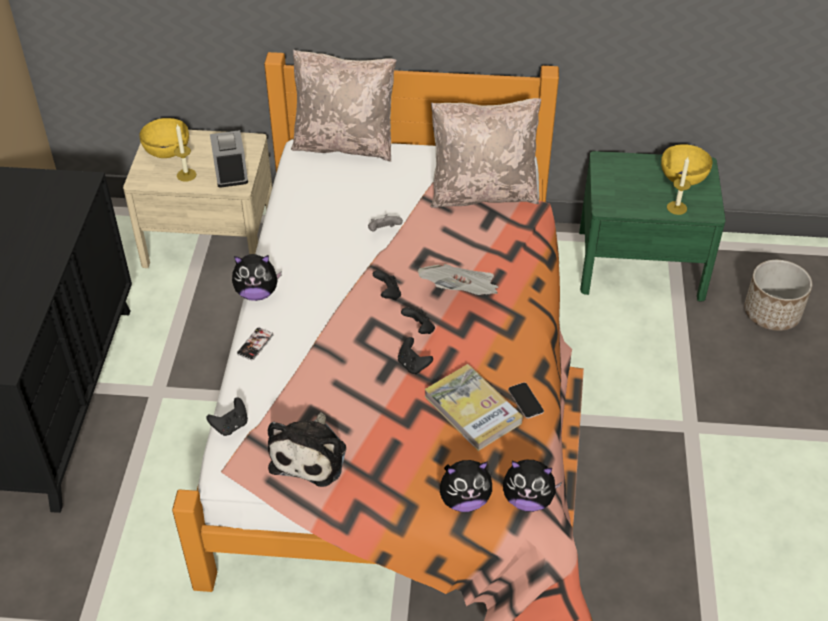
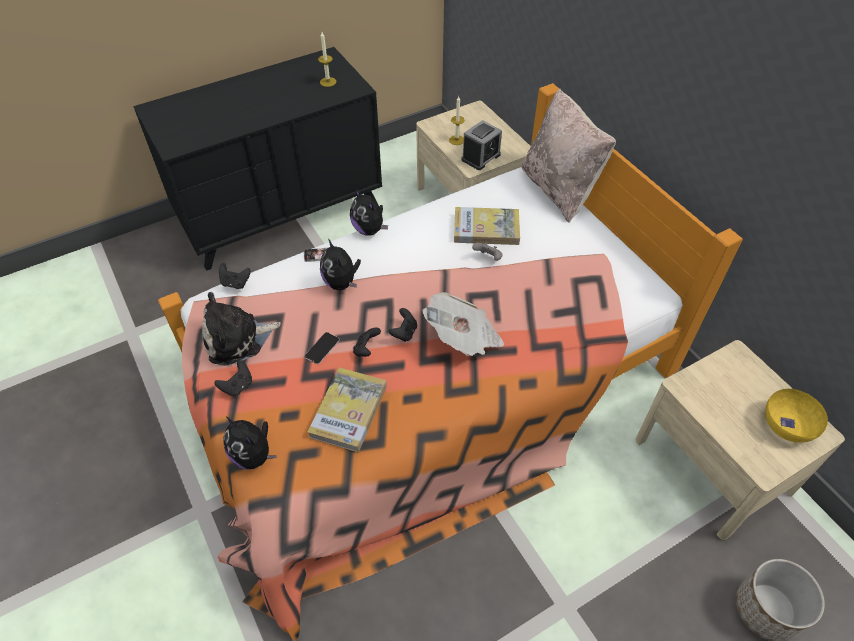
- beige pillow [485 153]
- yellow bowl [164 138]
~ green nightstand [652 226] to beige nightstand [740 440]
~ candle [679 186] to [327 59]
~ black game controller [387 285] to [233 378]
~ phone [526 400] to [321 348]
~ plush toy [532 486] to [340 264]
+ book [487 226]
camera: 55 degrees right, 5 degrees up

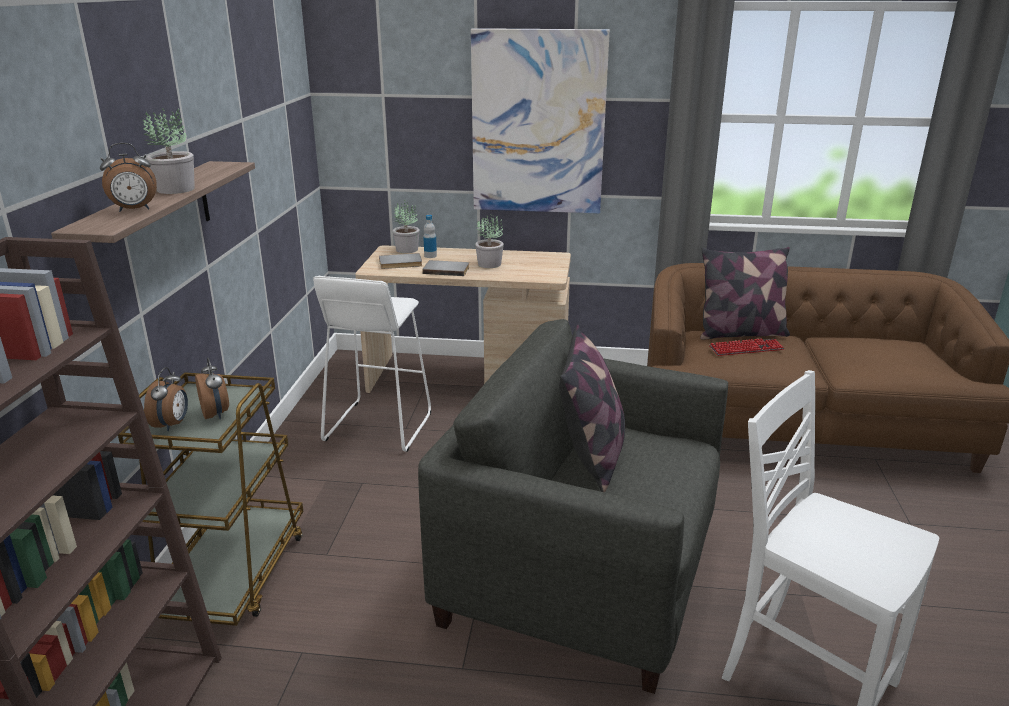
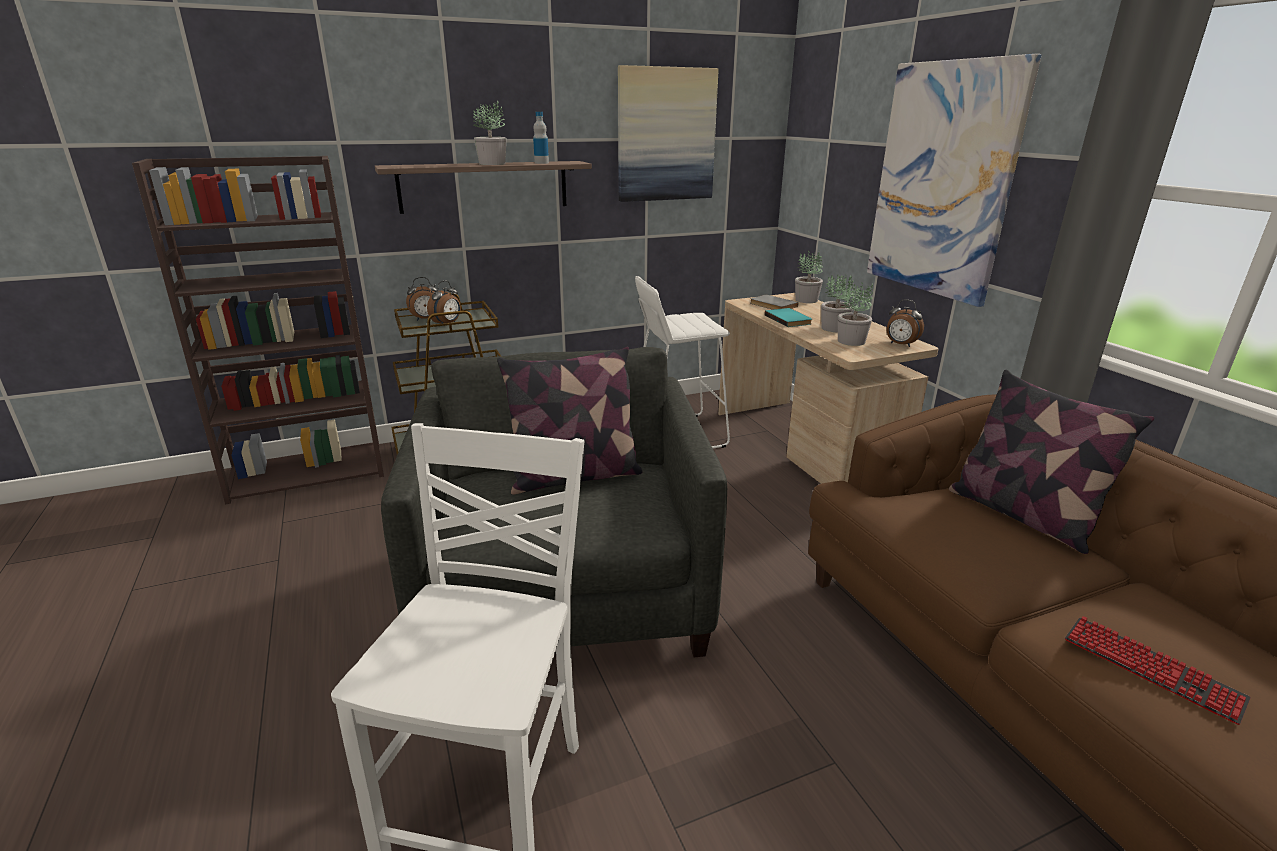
~ alarm clock [128 177] to [905 323]
~ bottle [430 236] to [541 138]
~ grey book [445 268] to turquoise book [788 317]
~ keyboard [746 347] to [1158 670]
+ picture [668 133]
+ potted plant [855 314]
camera: 60 degrees right, 0 degrees up

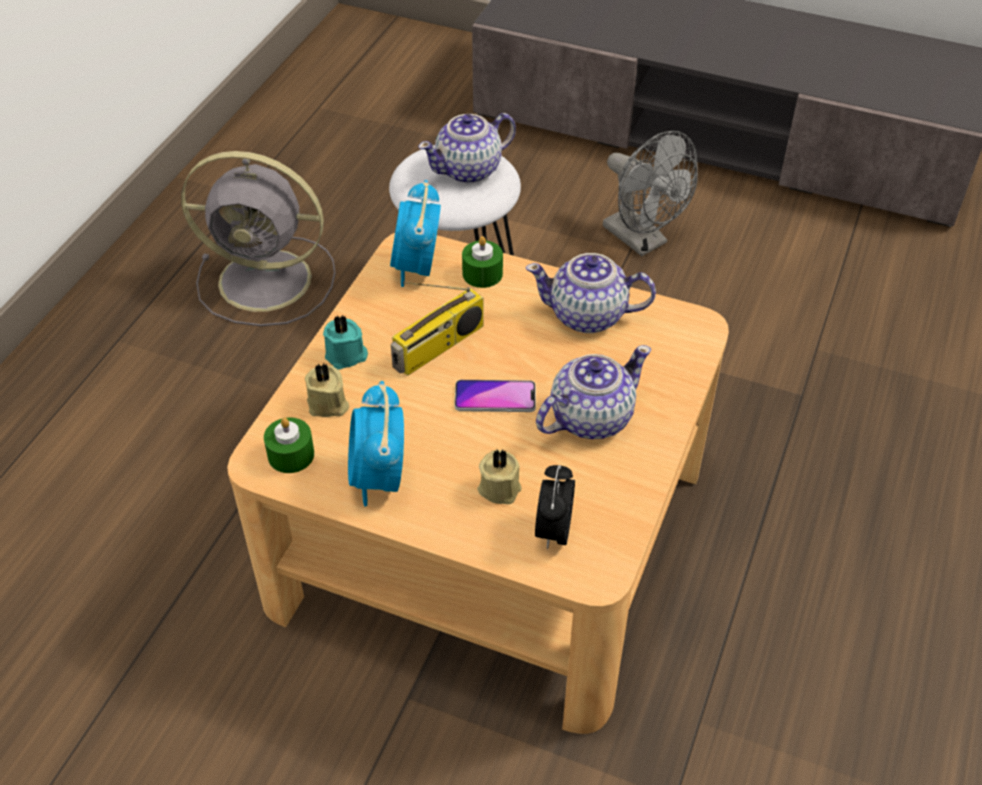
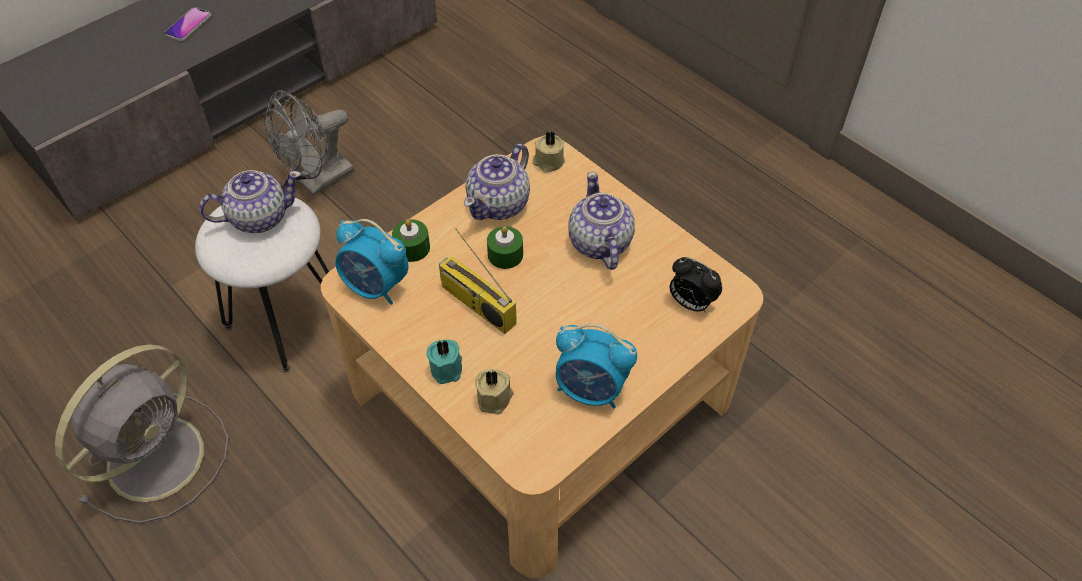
~ teapot [467 148] = [250 201] 105 degrees counterclockwise
~ grey fan [650 193] = [309 143] 150 degrees clockwise
~ radio [437 329] = [478 281] 150 degrees clockwise
~ phone [495 396] to [188 24]
~ green candle [289 445] to [505 247]
~ beige candle [499 477] to [548 152]
camera: 65 degrees left, 5 degrees up

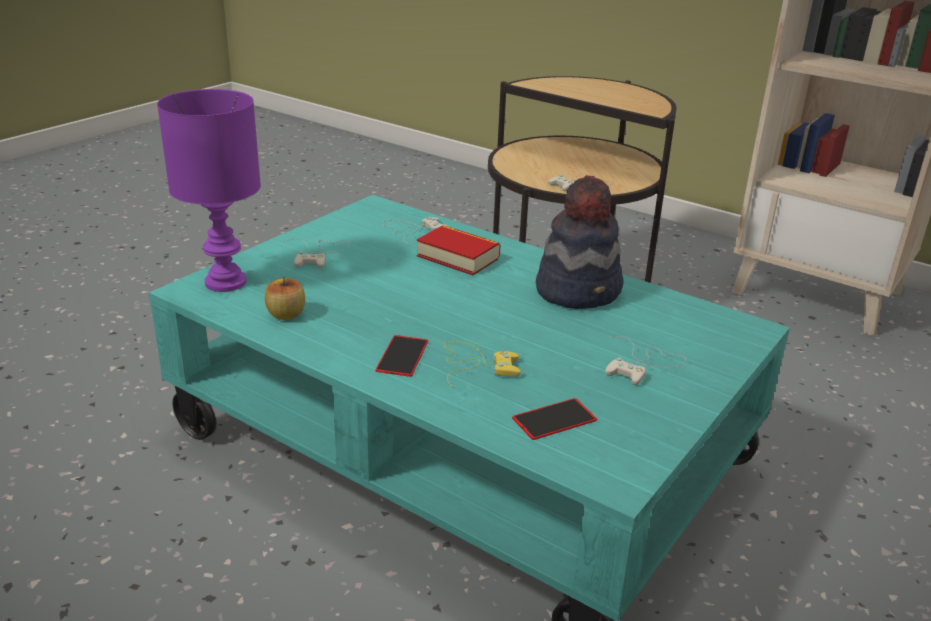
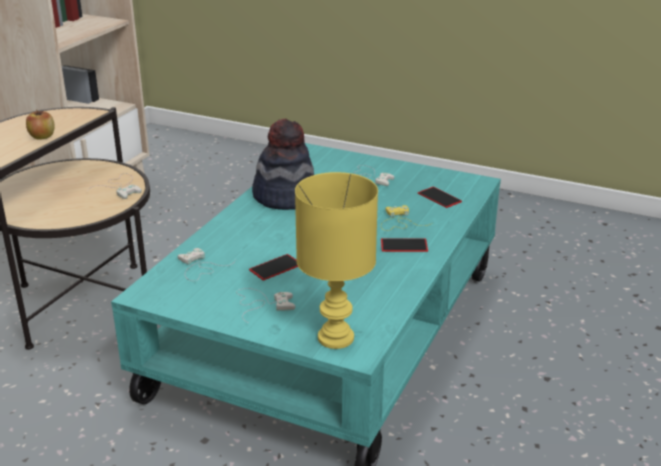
~ purple table lamp [209 190] to yellow table lamp [336 260]
- book [459 250]
~ apple [285 298] to [40 124]
+ phone [273 267]
camera: 100 degrees left, 0 degrees up

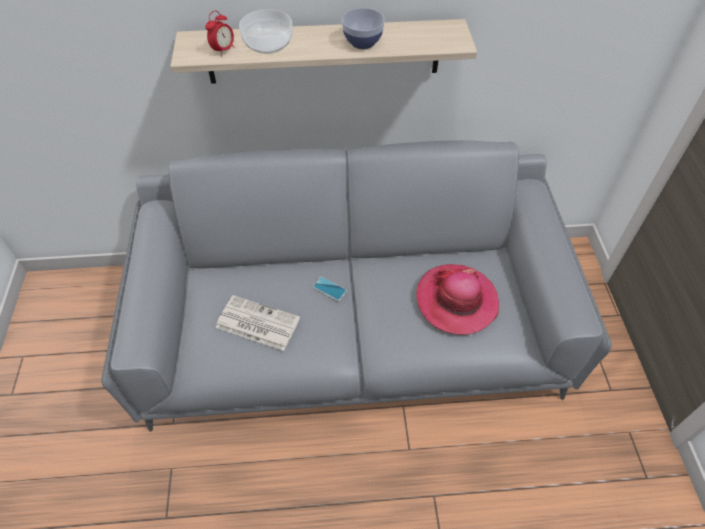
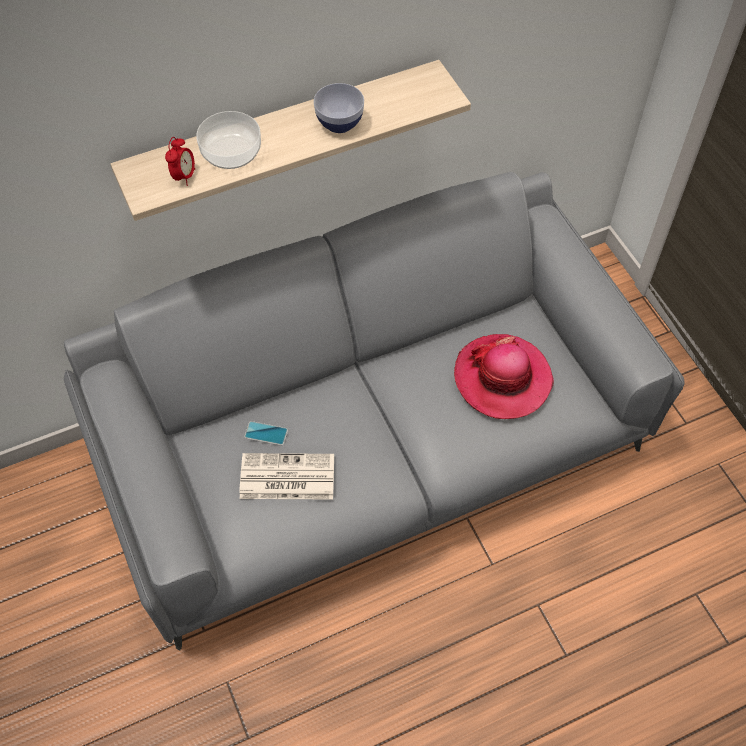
~ phone [330 289] to [266 433]
camera: 20 degrees left, 5 degrees up

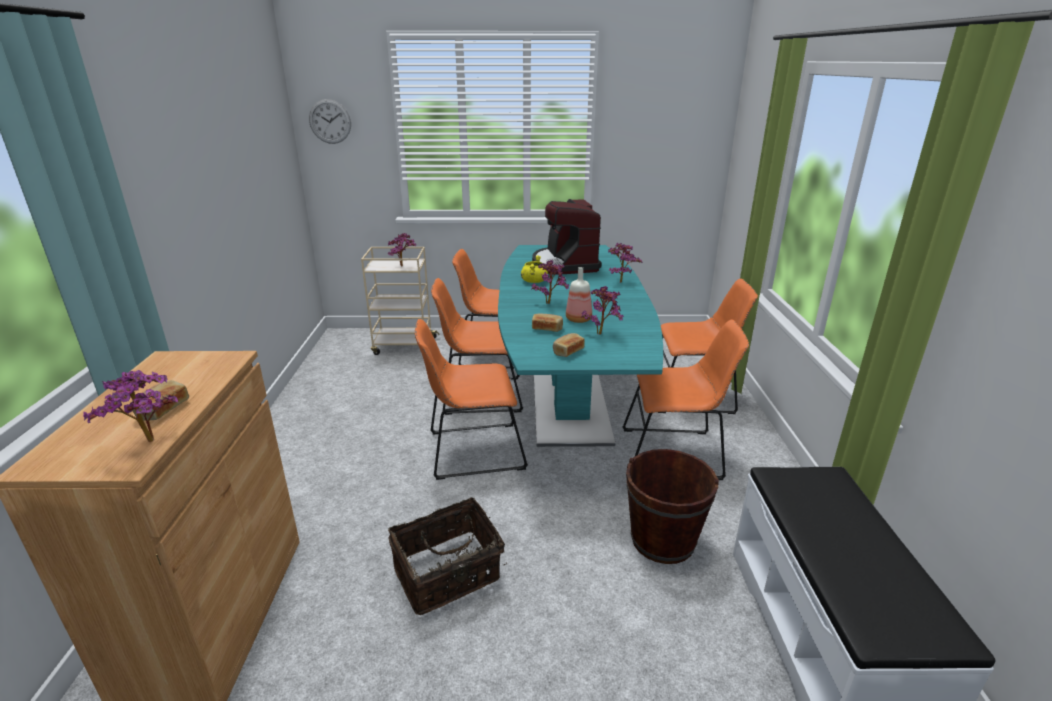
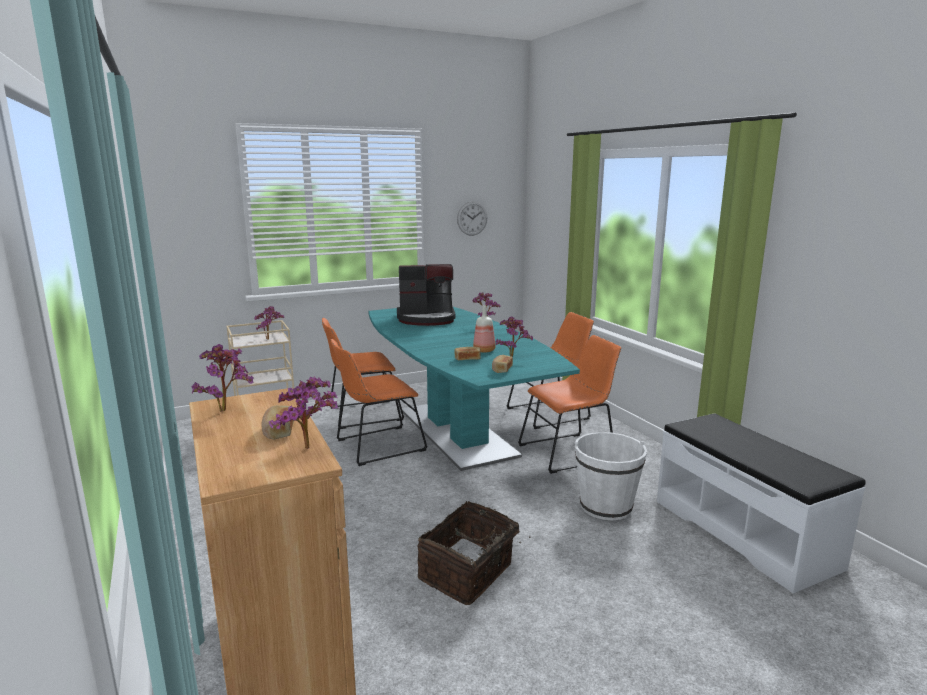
~ wall clock [330 121] to [472 218]
~ coffee machine [567 237] = [426 295] 60 degrees counterclockwise
- yellow cooking pot [534 269]
~ potted plant [550 282] to [223 378]
- orange chair [471 399]
~ brown bucket [672 506] to white bucket [611 476]
camera: 25 degrees left, 10 degrees down

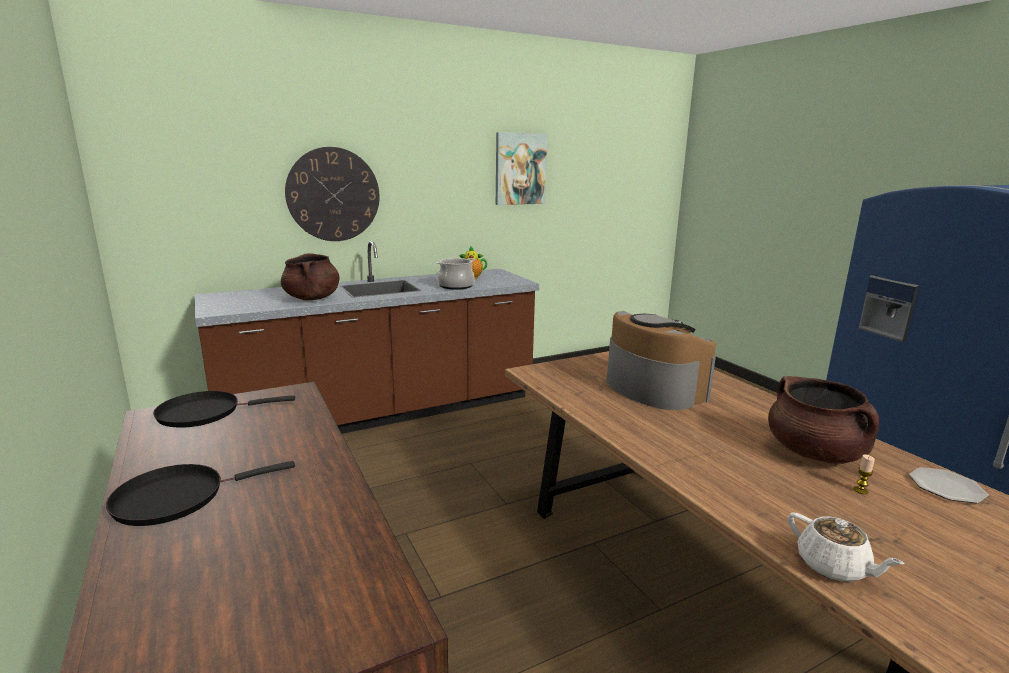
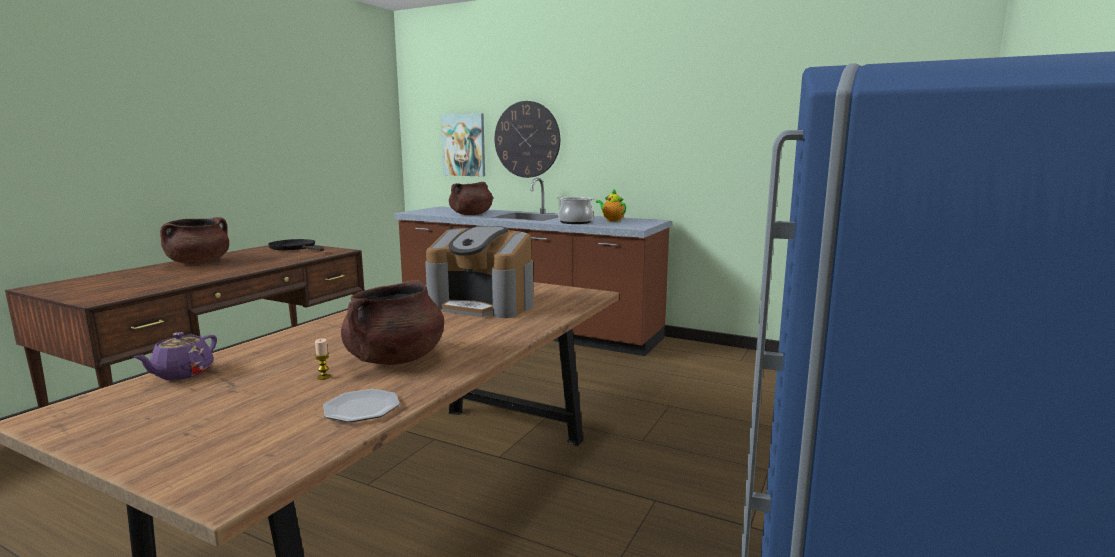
~ picture [521 168] to [463 145]
~ coffee machine [661 360] = [479 272] 90 degrees clockwise
~ black frying pan [200 493] to brown cooking pot [194 240]
~ white teapot [846 547] to purple teapot [175 356]
camera: 55 degrees right, 5 degrees down

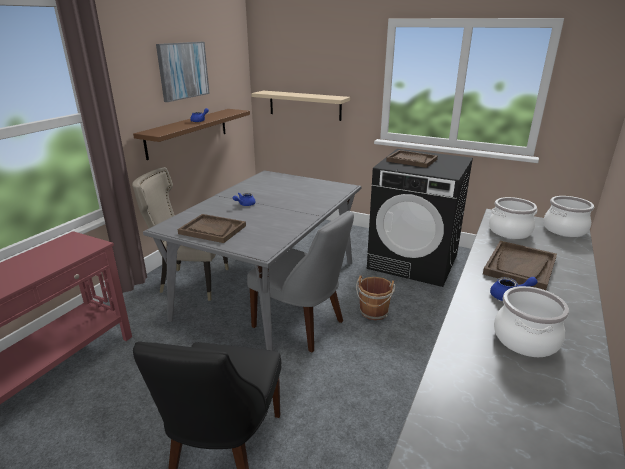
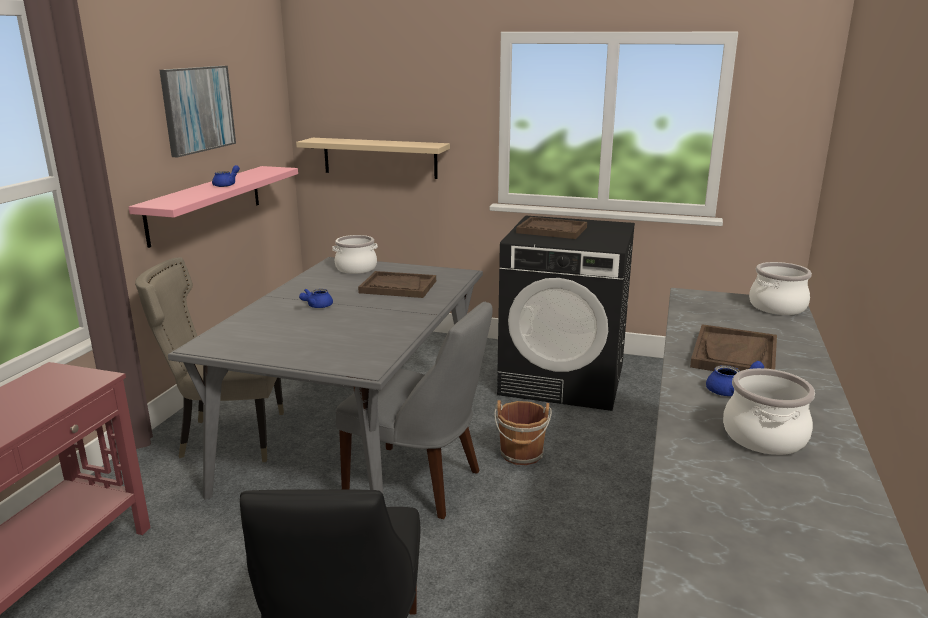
~ brown shelf [191 134] to pink shelf [213 207]
~ cooking pot [513 218] to [355 254]
~ brown tray [211 228] to [397 284]
camera: 10 degrees left, 5 degrees down

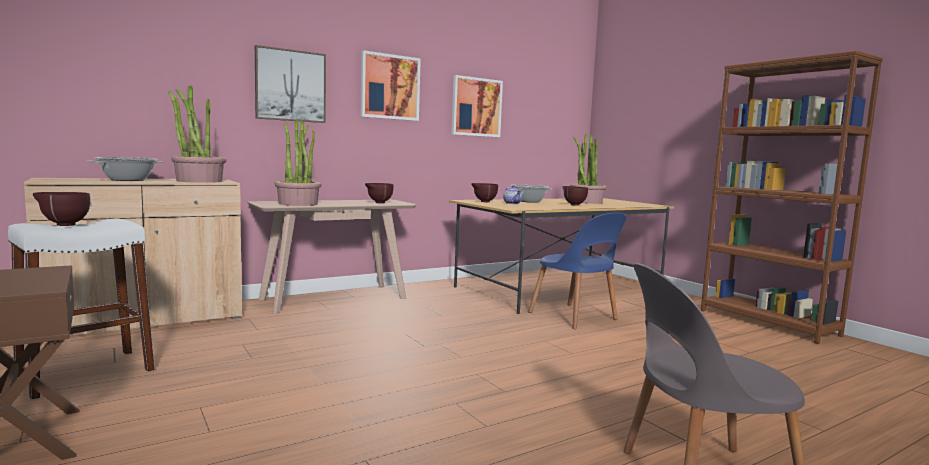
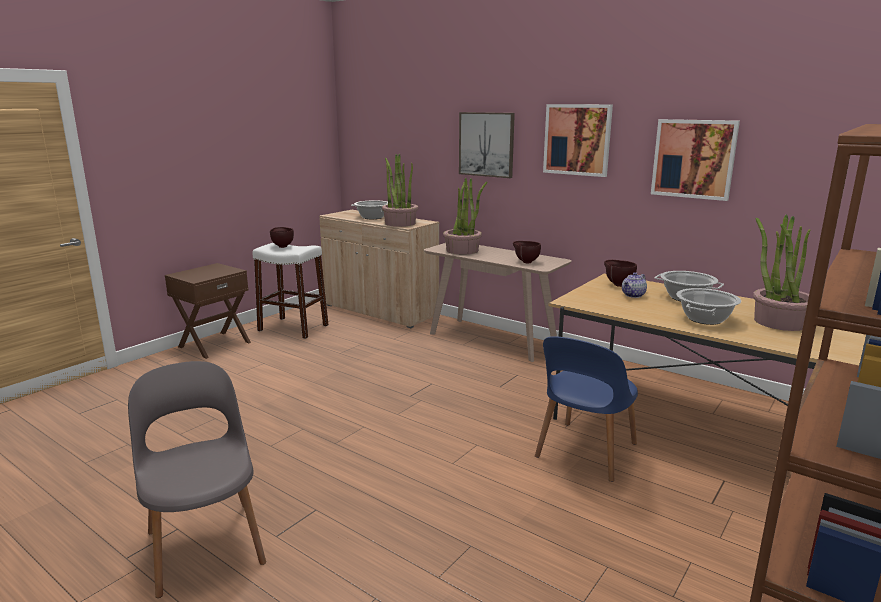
~ brown bowl [575 196] to cooking pot [709 306]
camera: 70 degrees right, 10 degrees up

